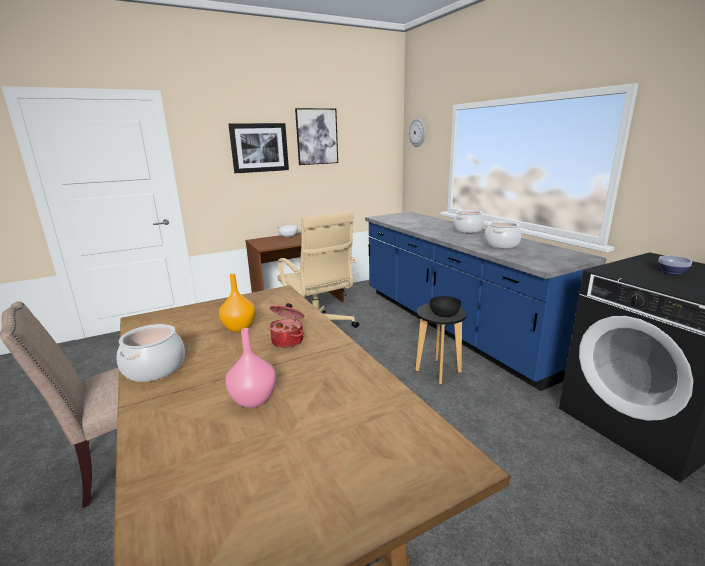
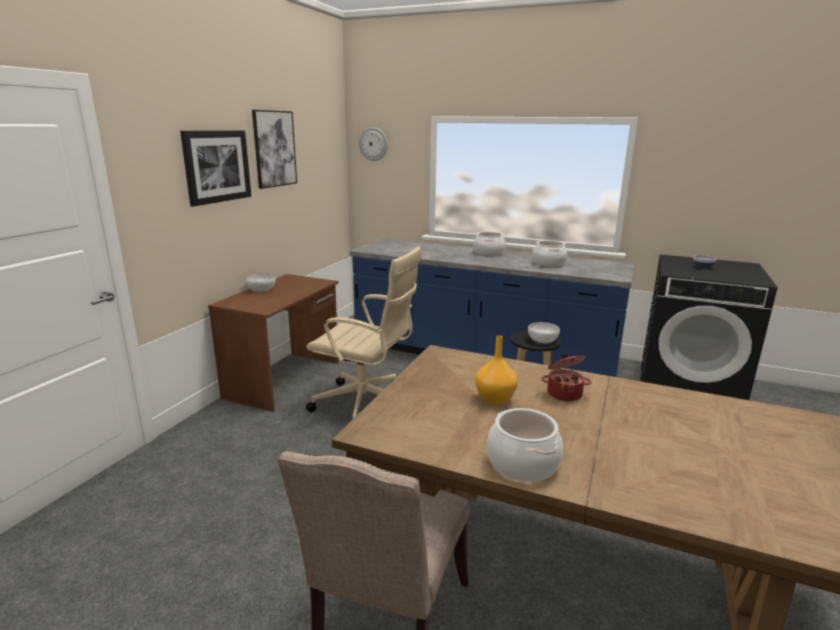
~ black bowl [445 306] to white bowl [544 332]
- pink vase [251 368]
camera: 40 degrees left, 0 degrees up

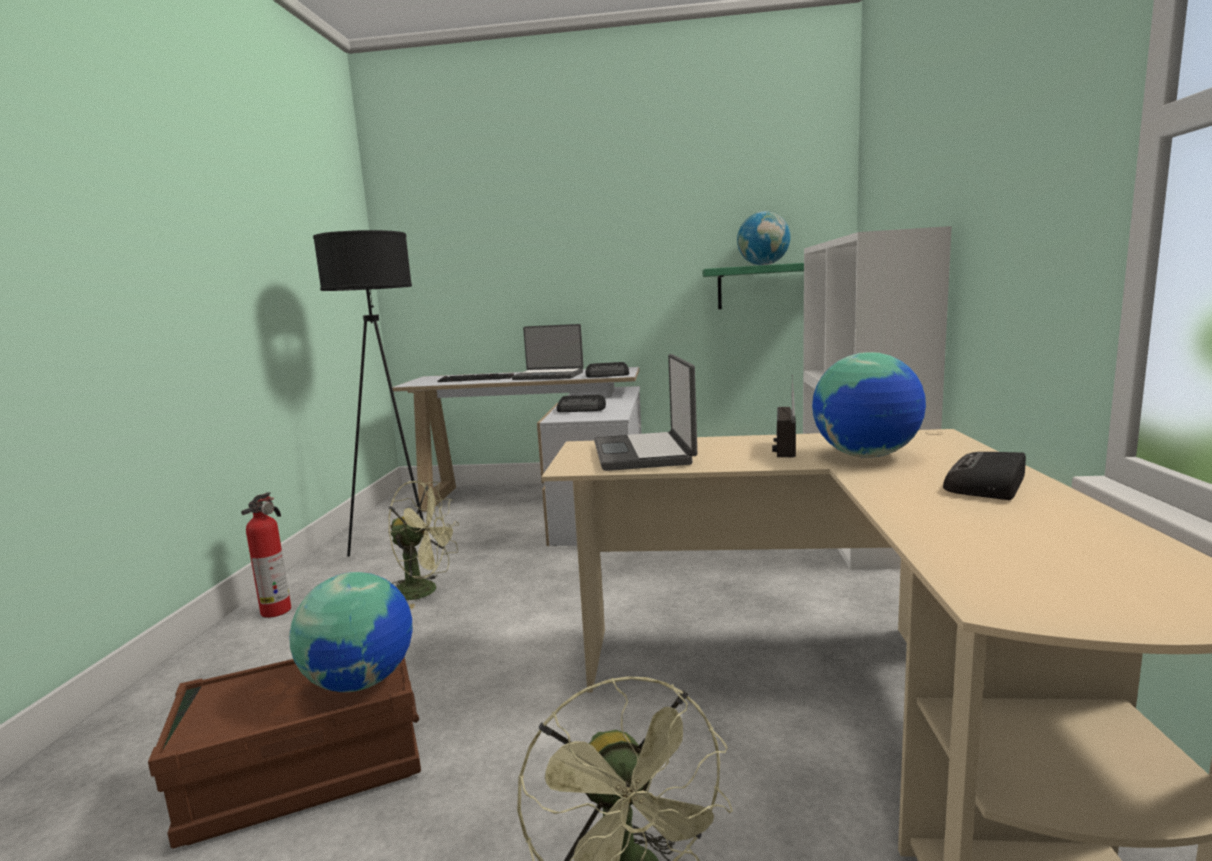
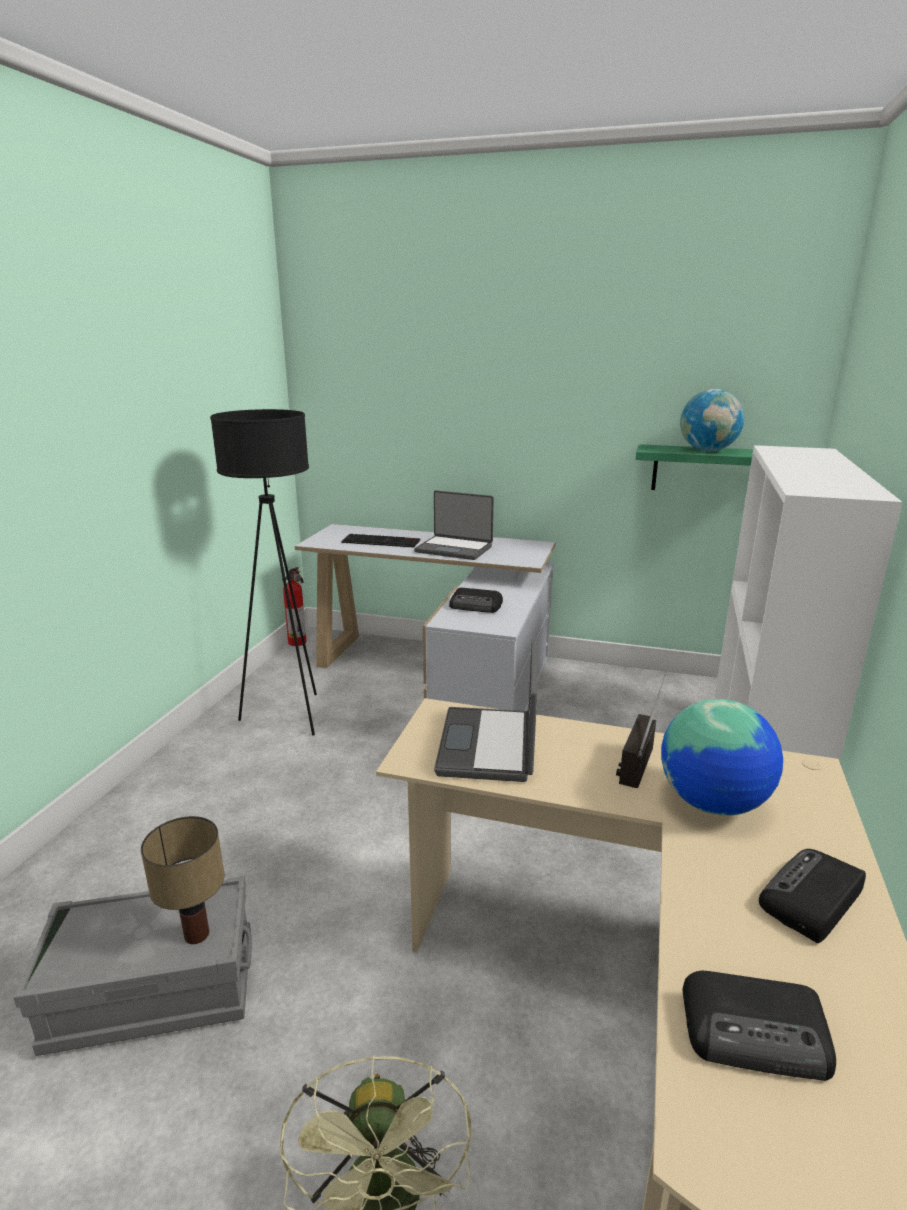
~ radio [607 369] to [759 1026]
- green fan [423 545]
~ fire extinguisher [266 555] to [294 606]
~ globe [350 632] to table lamp [183 880]
~ brown storage box [284 753] to grey storage box [132 966]
camera: 10 degrees right, 10 degrees up

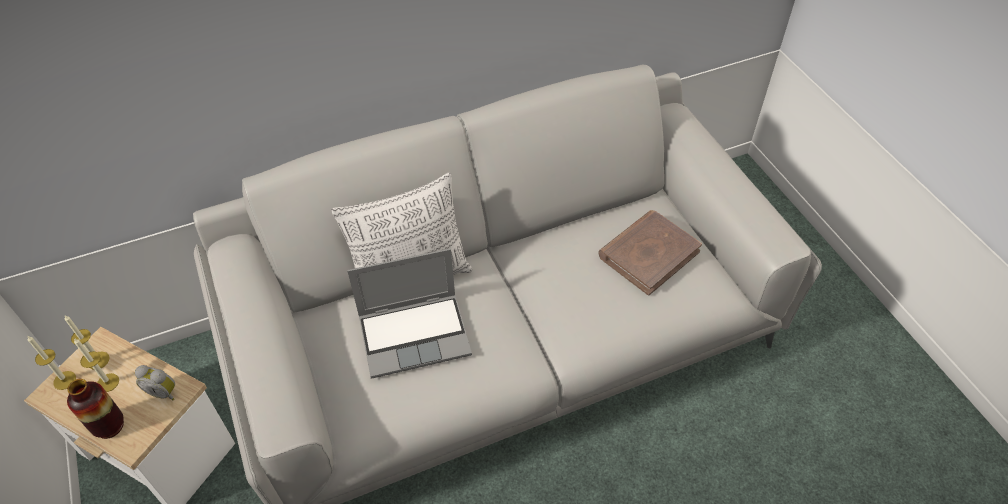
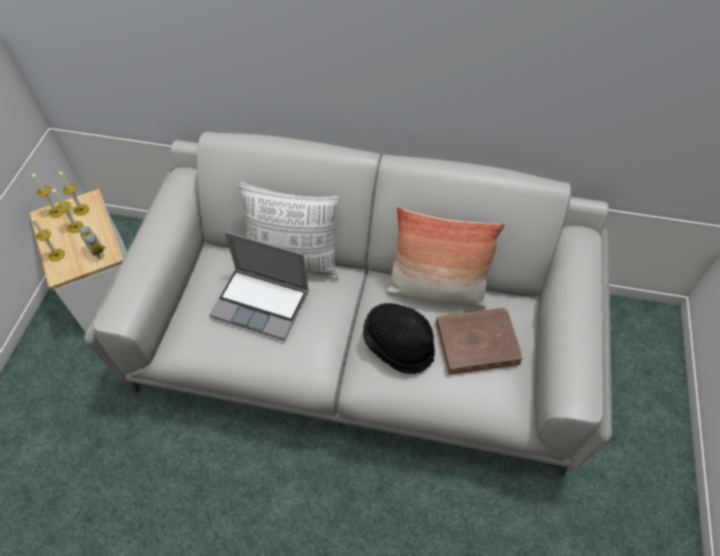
~ vase [95 409] to candle [48 239]
+ pillow [445 258]
+ black hat [399 338]
camera: 35 degrees right, 5 degrees up

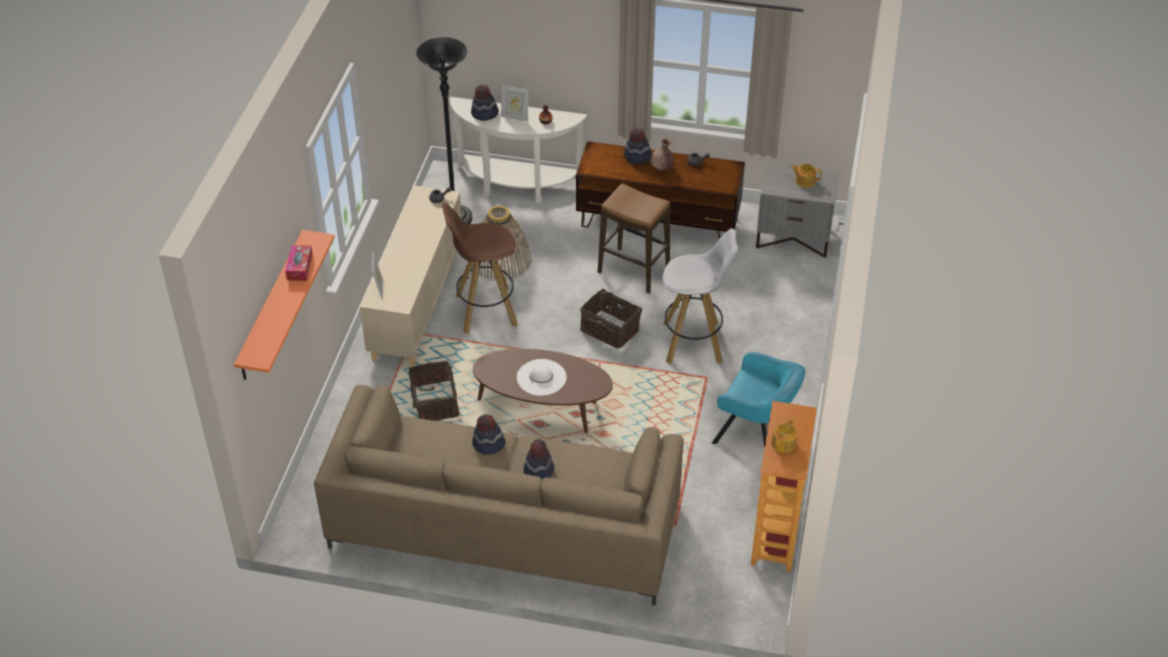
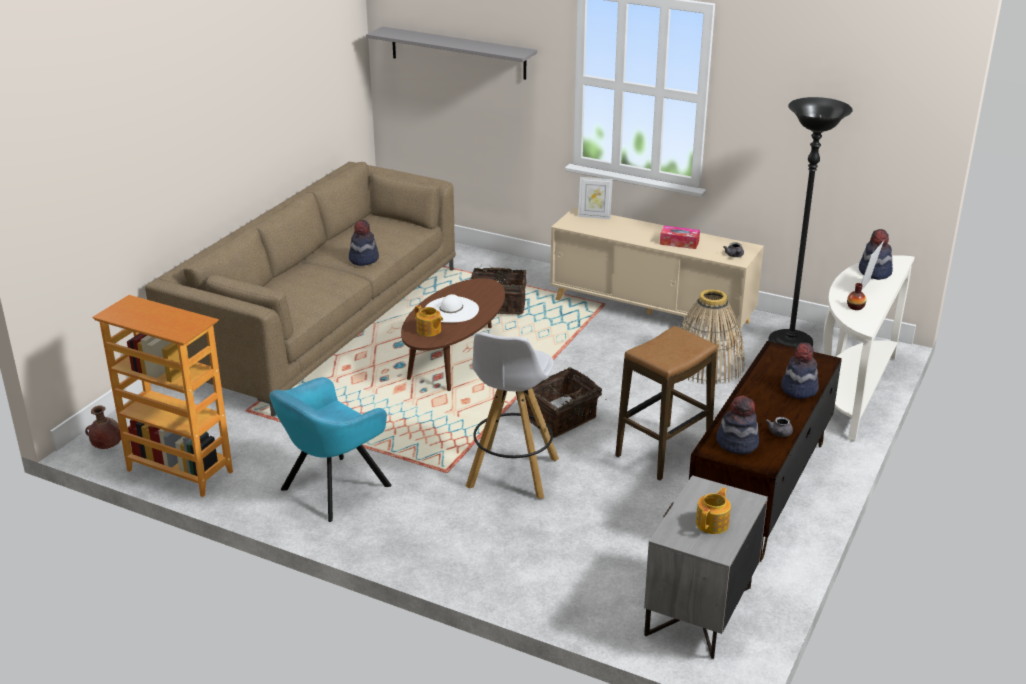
~ brown vase [662 155] to [103 427]
- brown stool [480 268]
~ orange shelf [284 305] to grey shelf [451 53]
~ tissue box [299 263] to [680 237]
~ teapot [784 435] to [429 321]
~ hat [538 459] to [737 425]
camera: 105 degrees right, 15 degrees down

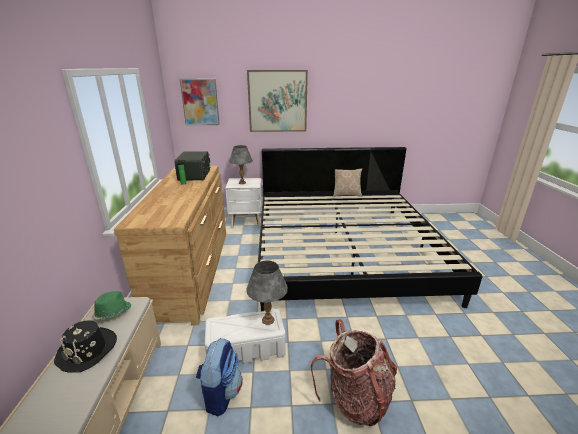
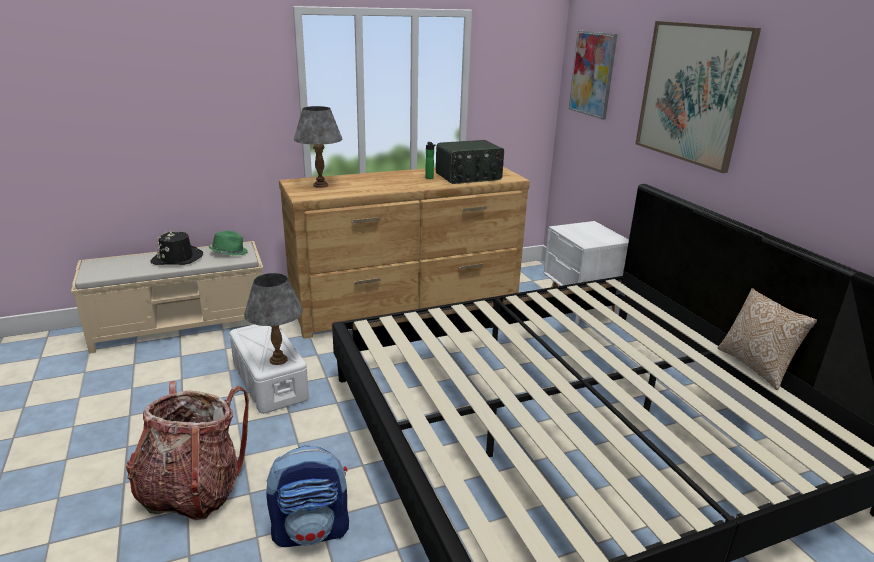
~ grey table lamp [241 164] to [318 147]
~ backpack [219 377] to [307 496]
camera: 70 degrees right, 0 degrees up

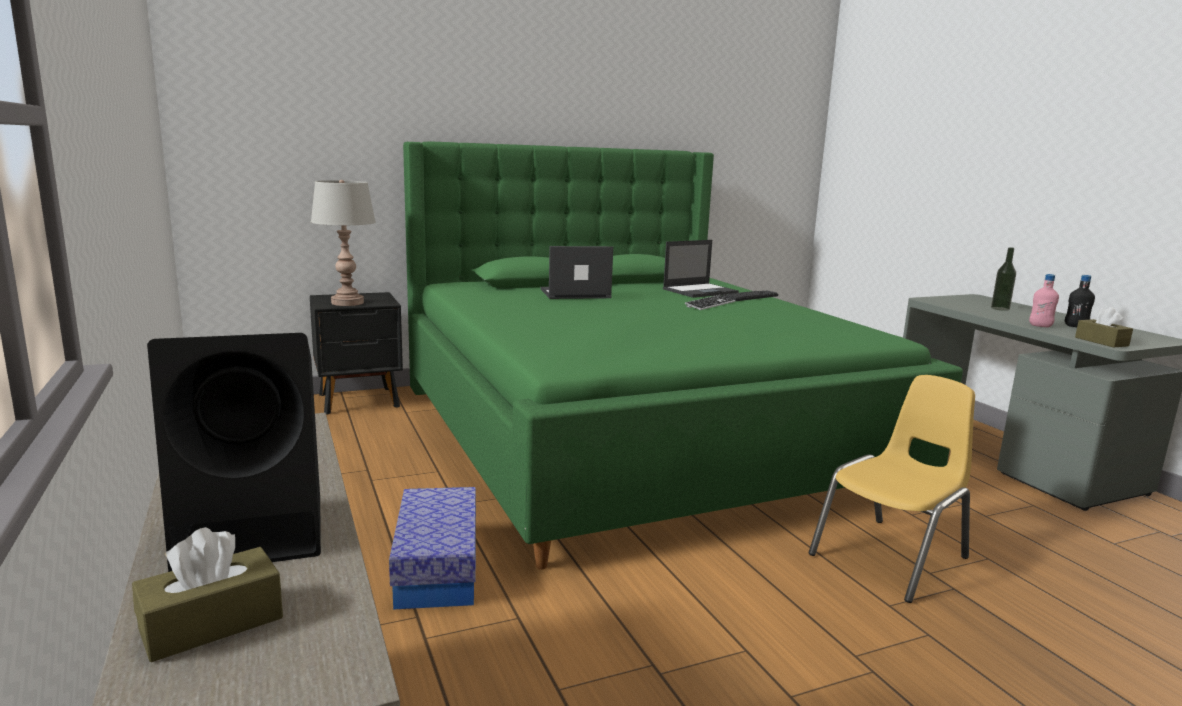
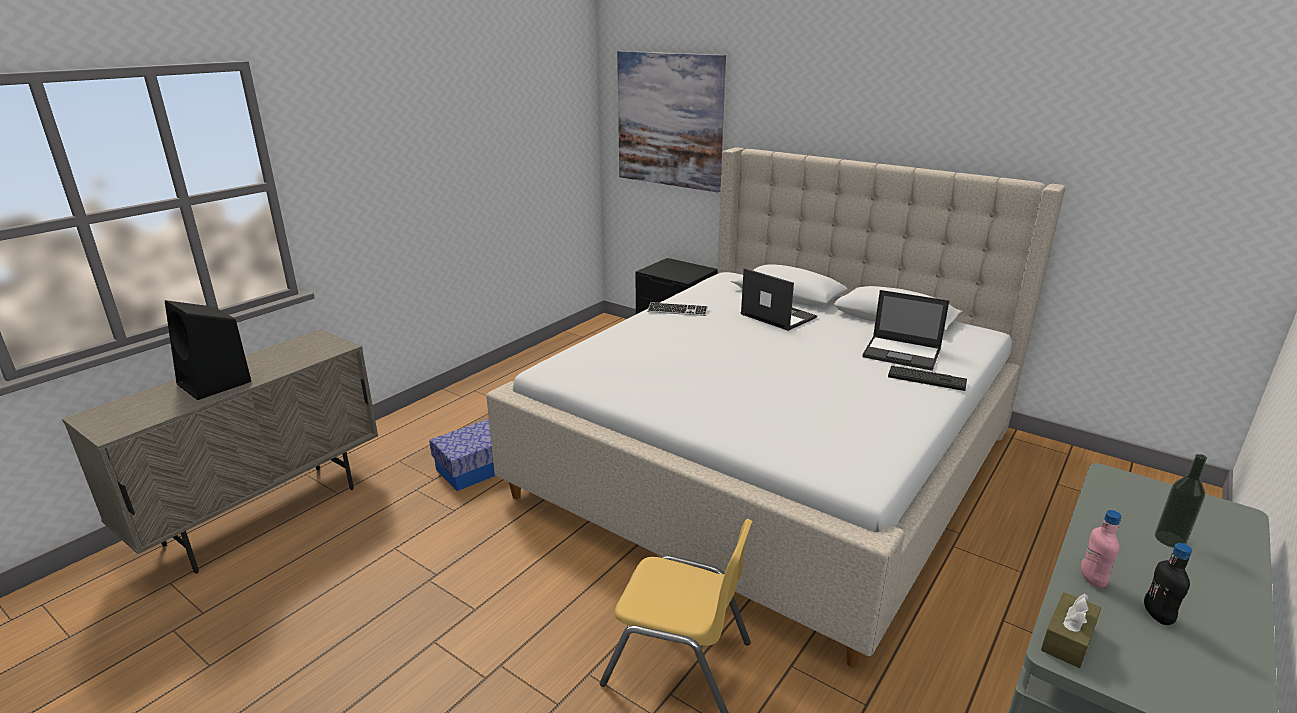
~ green bed [683 355] to beige bed [776 407]
- grey table lamp [343 243]
~ keyboard [710 302] to [677 309]
- brown tissue box [207 594]
+ picture [671 121]
camera: 60 degrees right, 10 degrees up

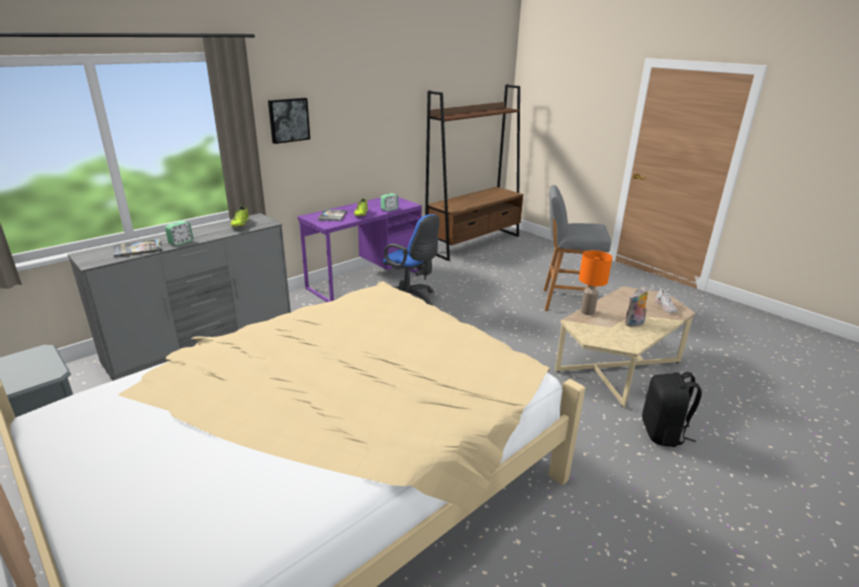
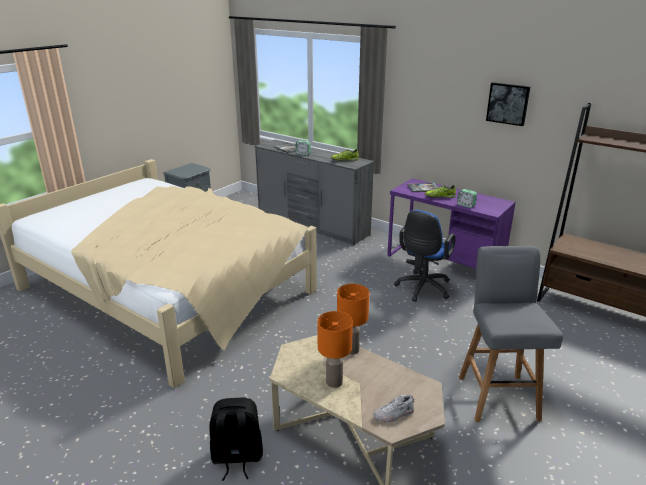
~ picture [289 121] to [508 104]
~ plush toy [636 306] to orange table lamp [335 349]
camera: 80 degrees right, 0 degrees up

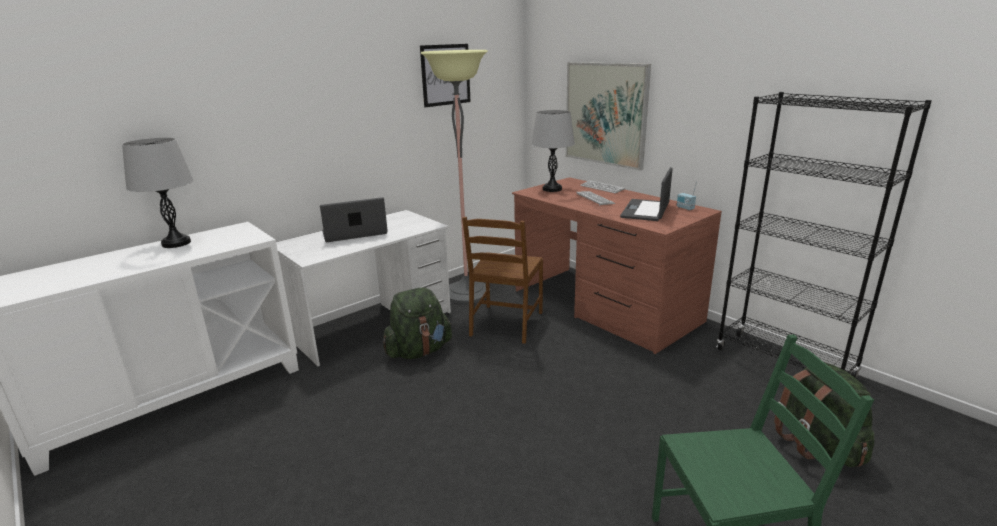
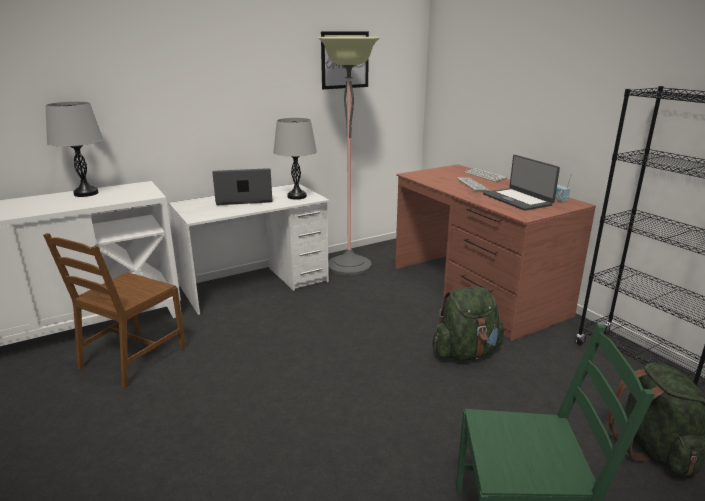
- picture [608 116]
~ grey table lamp [553 151] to [295 159]
~ laptop [646 194] = [521 183] 60 degrees counterclockwise
~ brown chair [502 280] to [114 310]
~ green backpack [417 323] to [468 323]
camera: 10 degrees right, 0 degrees up

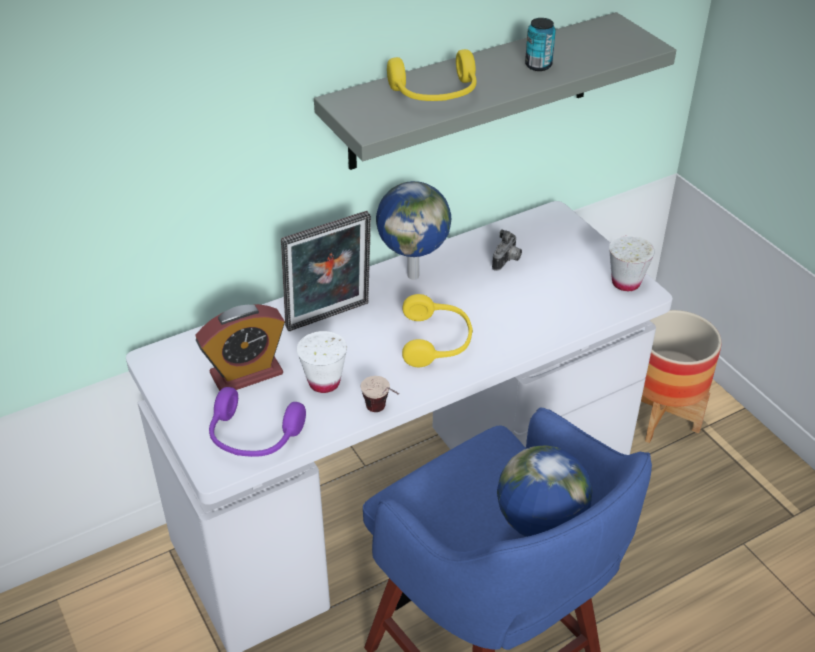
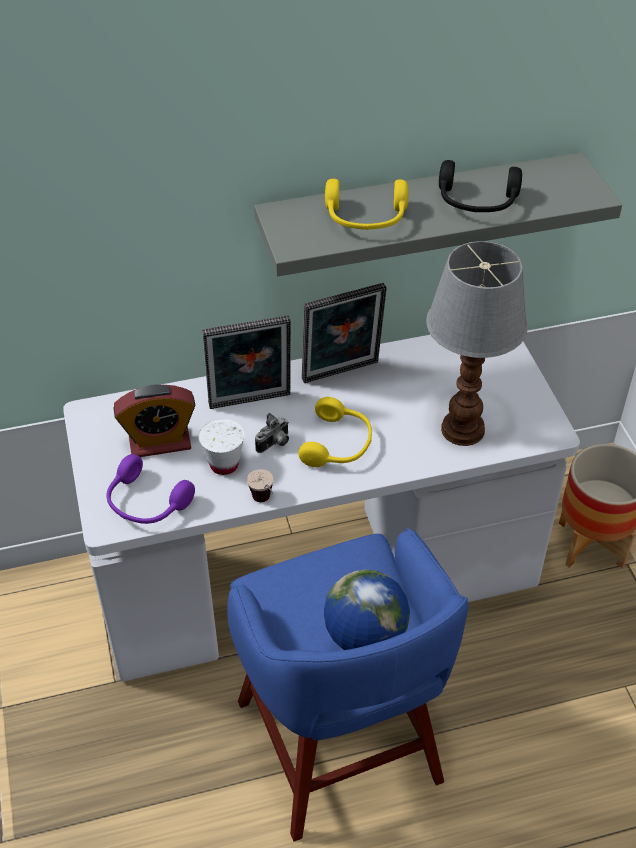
~ can [540 44] to black headphones [480 186]
~ globe [413 230] to picture frame [344 333]
~ photo camera [507 250] to [272 433]
- white cup [632 263]
+ table lamp [477 343]
camera: 15 degrees right, 5 degrees up

